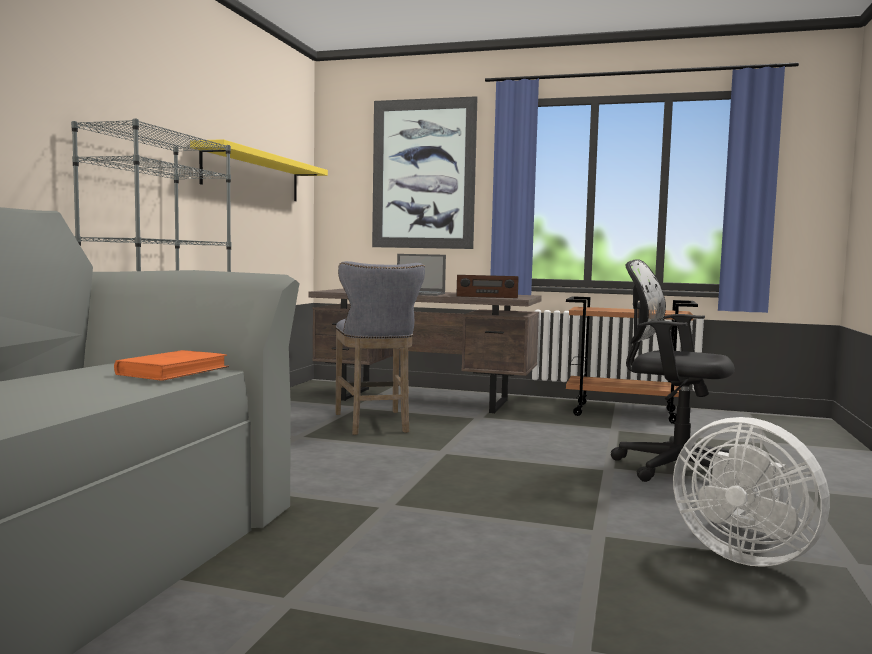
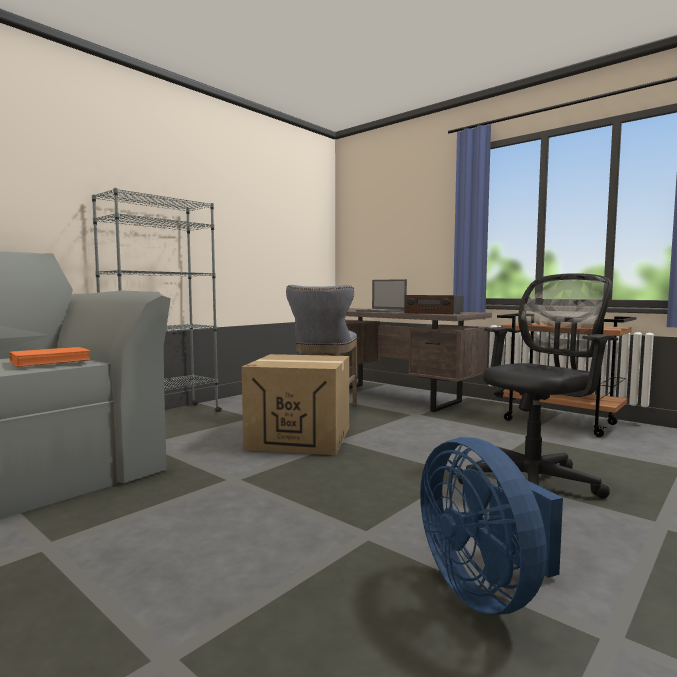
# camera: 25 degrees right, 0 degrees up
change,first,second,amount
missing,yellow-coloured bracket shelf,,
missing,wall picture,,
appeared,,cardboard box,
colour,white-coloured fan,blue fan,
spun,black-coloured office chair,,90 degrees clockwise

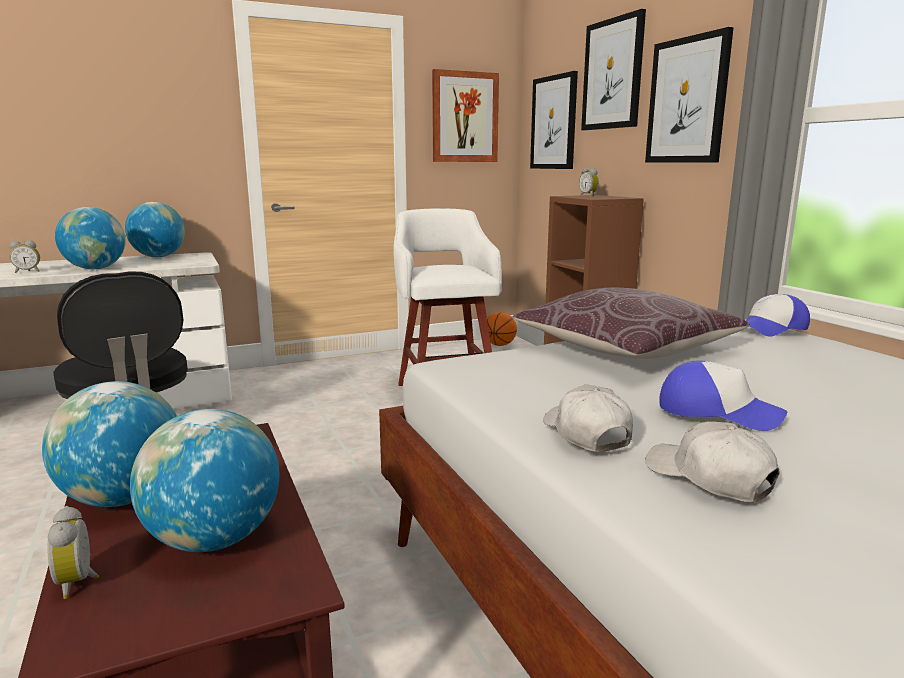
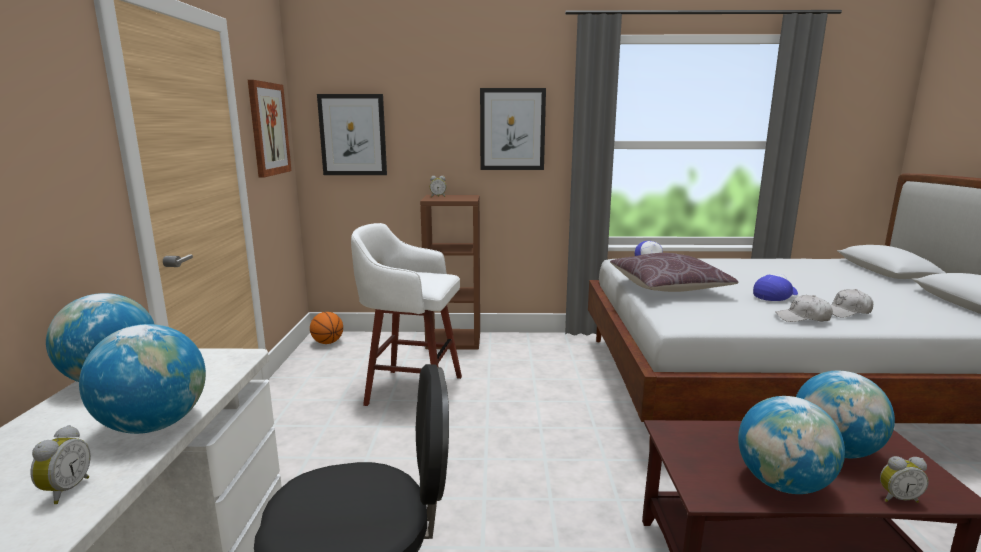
# camera: 65 degrees left, 0 degrees up
change,first,second,amount
missing,wall picture (no. 3 from left),,

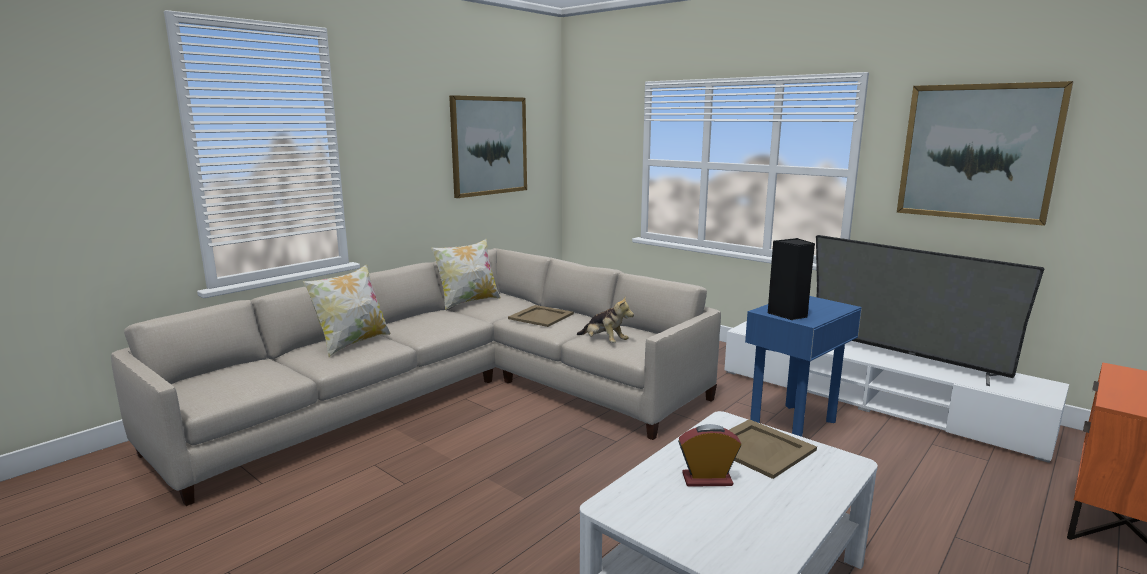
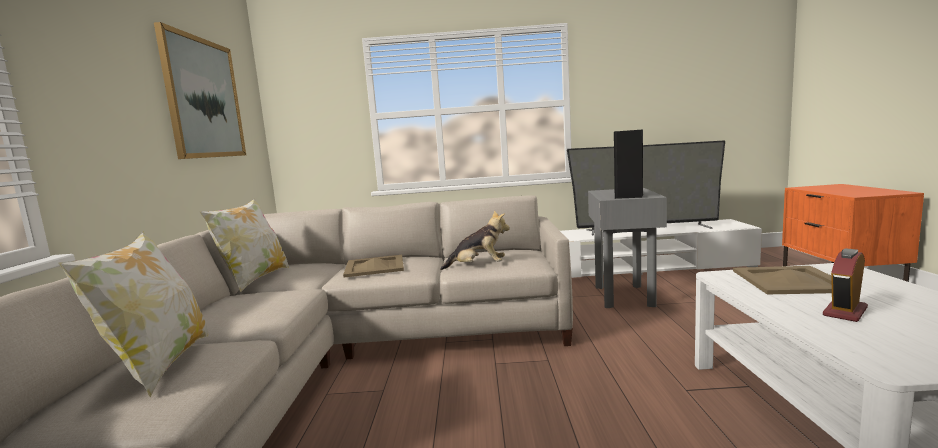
# camera: 40 degrees left, 5 degrees down
change,first,second,amount
missing,wall picture (no. 2 from left),,
colour,blue accent table,greyish accent table,

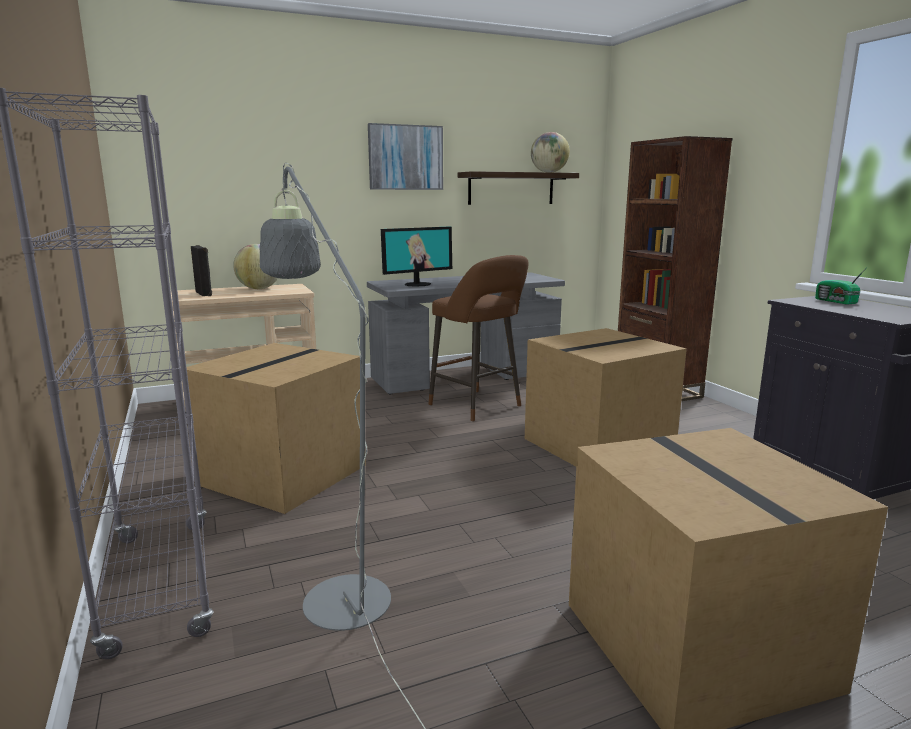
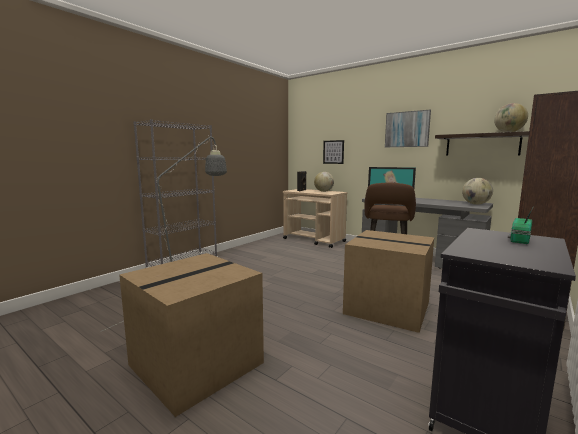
# camera: 60 degrees right, 5 degrees down
change,first,second,amount
missing,cardboard box (no. 1 from left),,
appeared,,wall picture (no. 1 from left),
appeared,,desk globe (no. 2 from left),

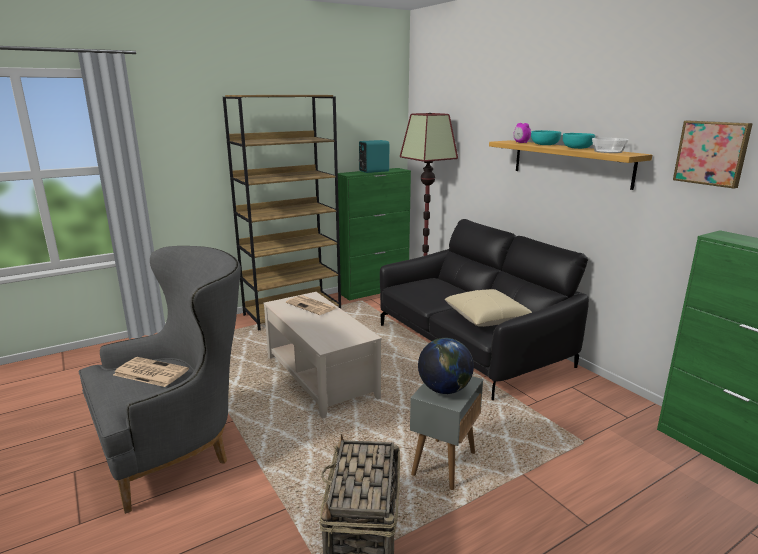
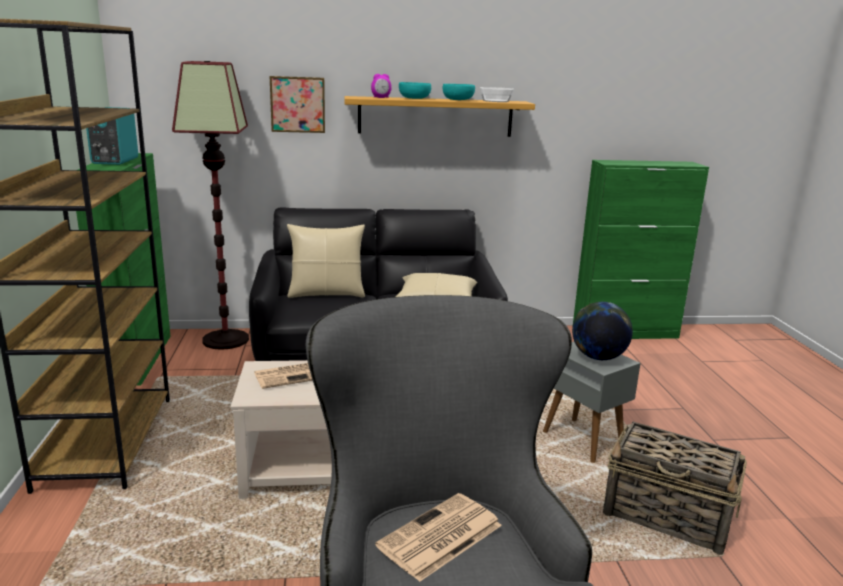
# camera: 65 degrees left, 0 degrees up
change,first,second,amount
appeared,,beige-coloured pillow (no. 1 from left),
relocated,wall picture,,

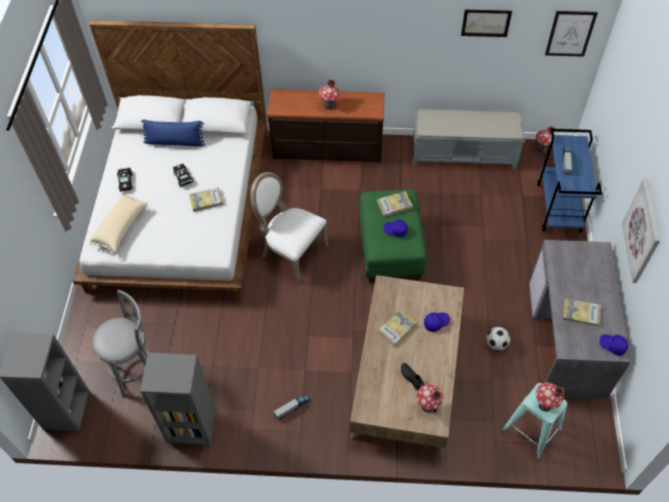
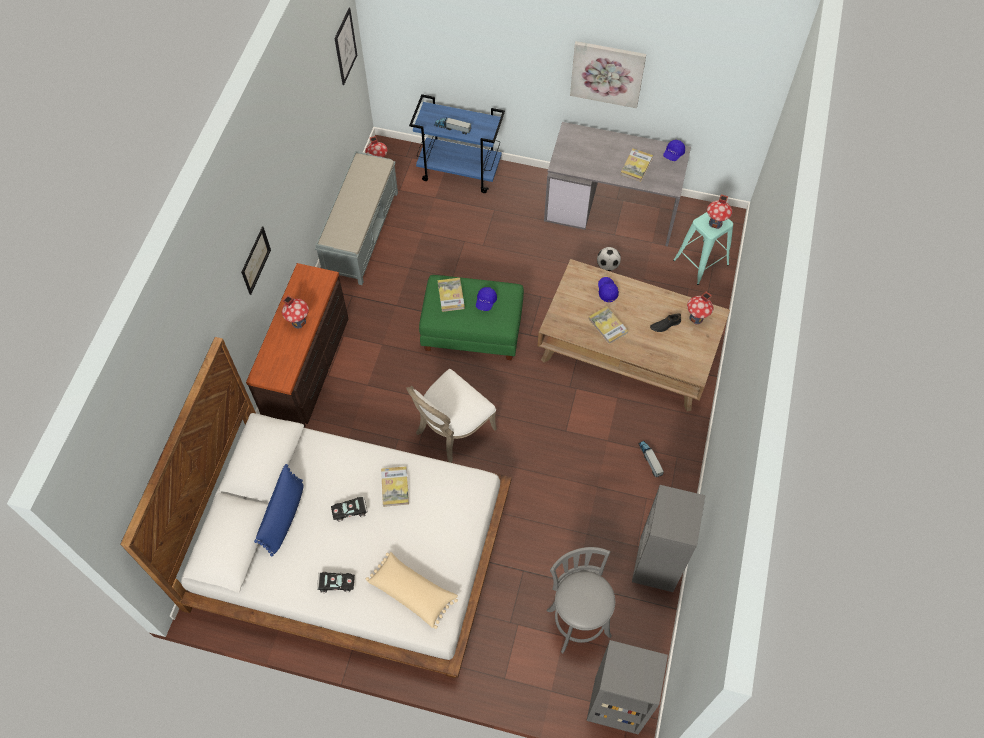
# camera: 80 degrees left, 5 degrees up
change,first,second,amount
relocated,wall picture (no. 1 from left),,

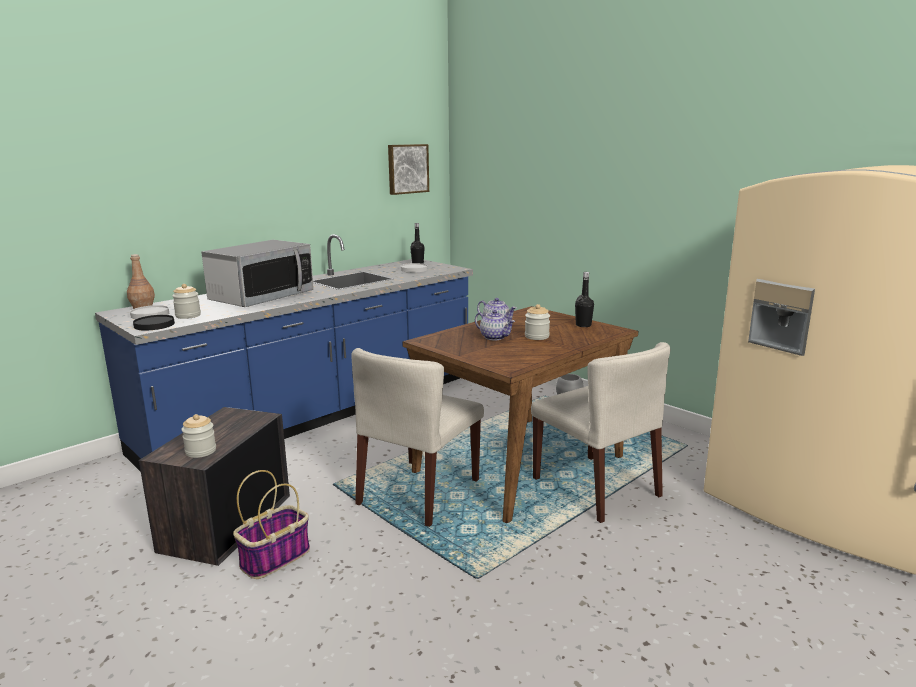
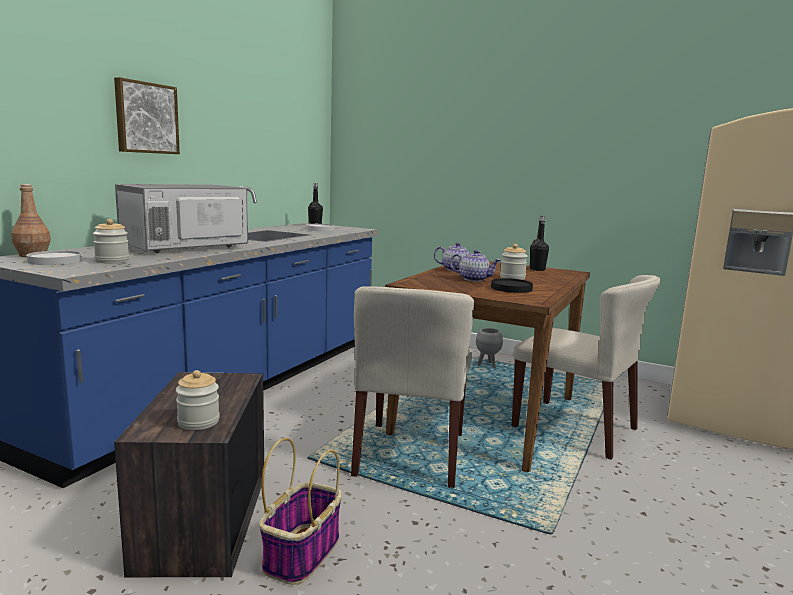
# camera: 20 degrees left, 5 degrees down
change,first,second,amount
relocated,black-coloured dinner plate,,
relocated,wall picture,,
spun,microwave,,150 degrees counterclockwise

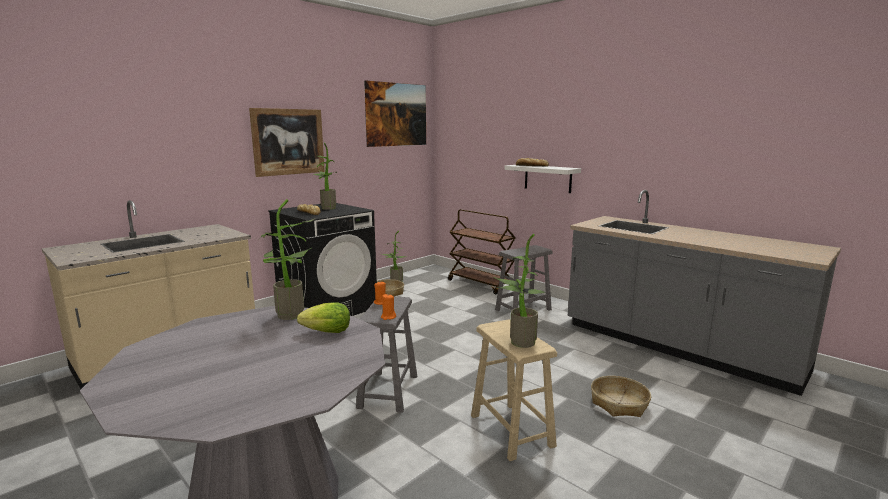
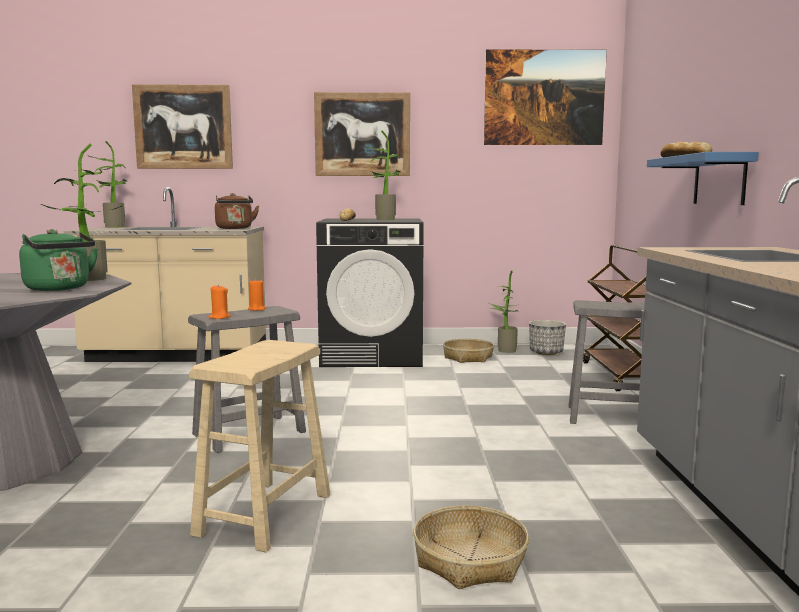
# camera: 45 degrees right, 5 degrees down
change,first,second,amount
appeared,,wall picture (no. 1 from left),
appeared,,brown kettle,
appeared,,flower pot,
relocated,plant in a pot (no. 4 from left in the first image),plant in a pot (no. 2 from left),
exchanged,lettuce,green-coloured kettle,
colour,white-coloured bracket shelf,blue bracket shelf,

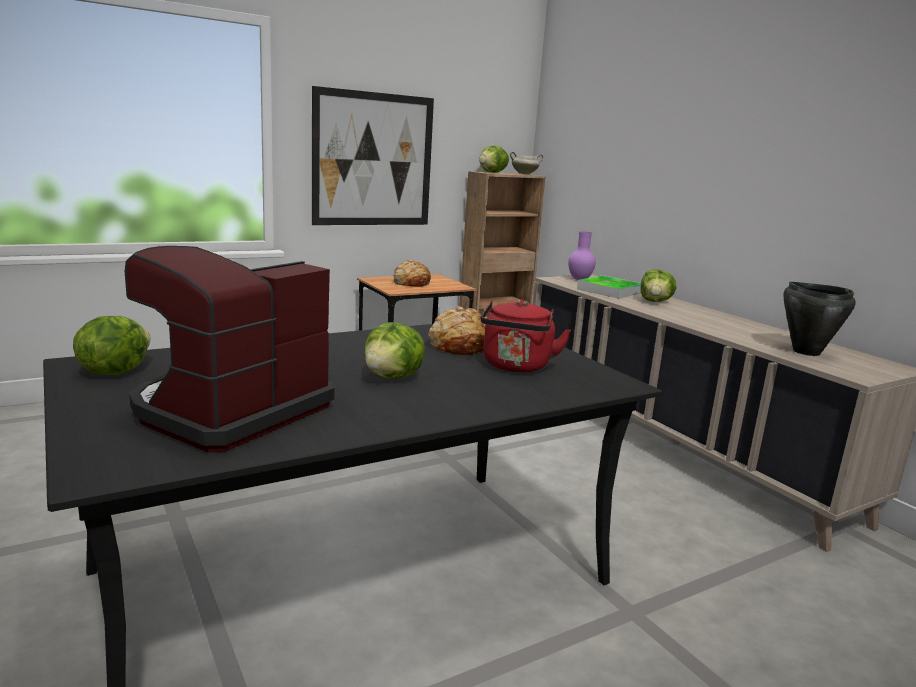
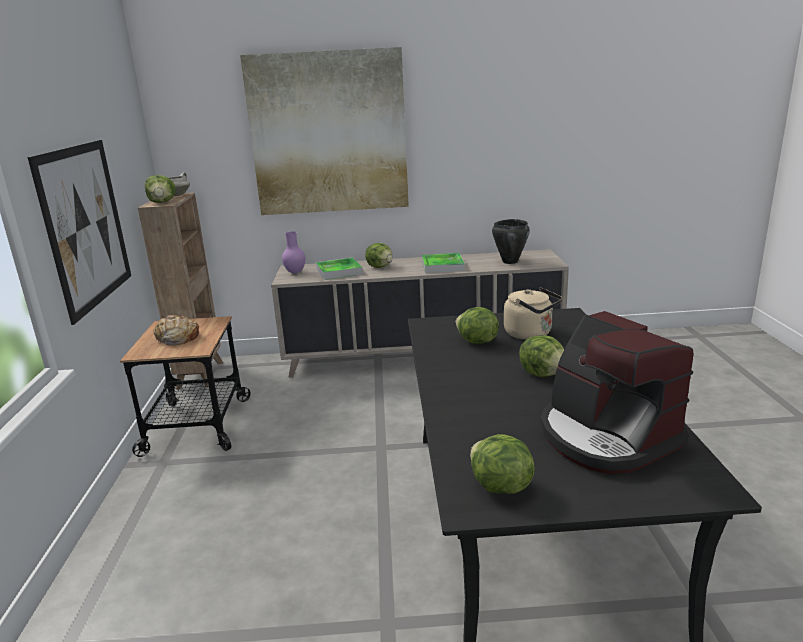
# camera: 60 degrees left, 5 degrees up
change,first,second,amount
appeared,,wall picture (no. 2 from left),
appeared,,tray (no. 2 from left),
exchanged,bread (no. 2 from left),lettuce (no. 3 from left),
colour,reddish kettle,beige-coloured kettle,

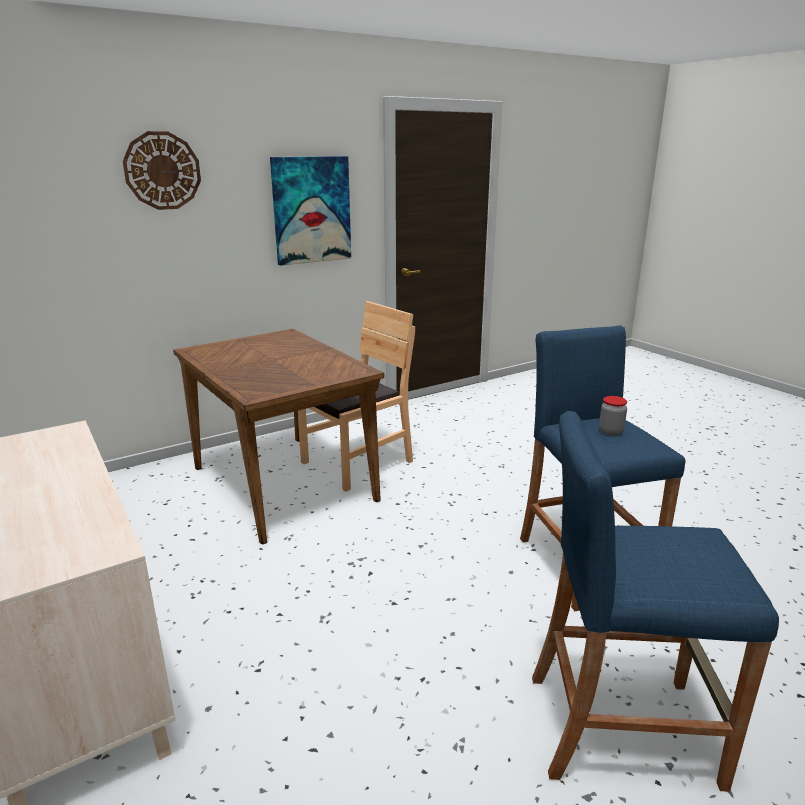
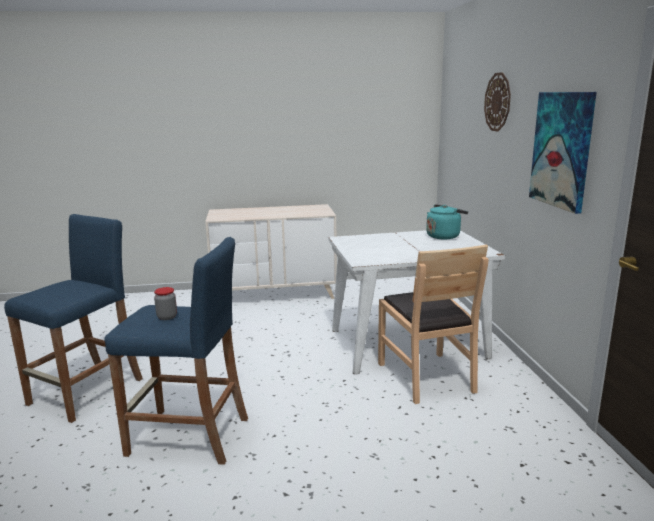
# camera: 115 degrees right, 5 degrees down
change,first,second,amount
appeared,,turquoise-coloured kettle,
colour,brown dining table,white-coloured dining table,

